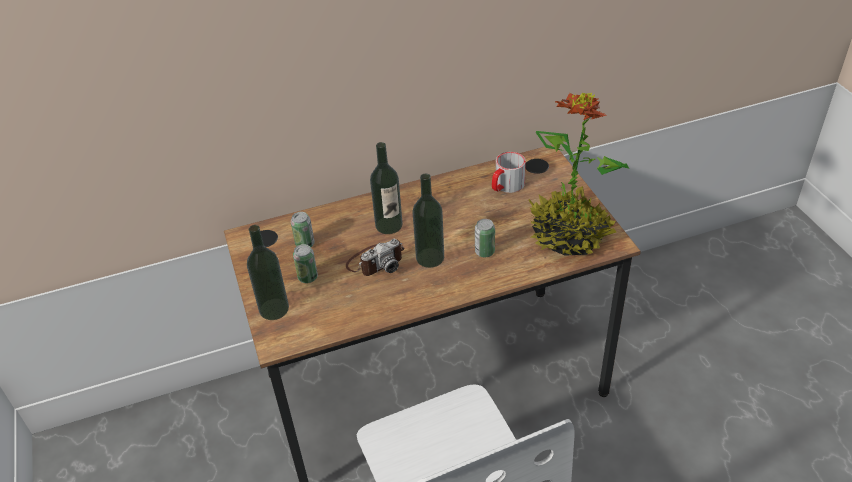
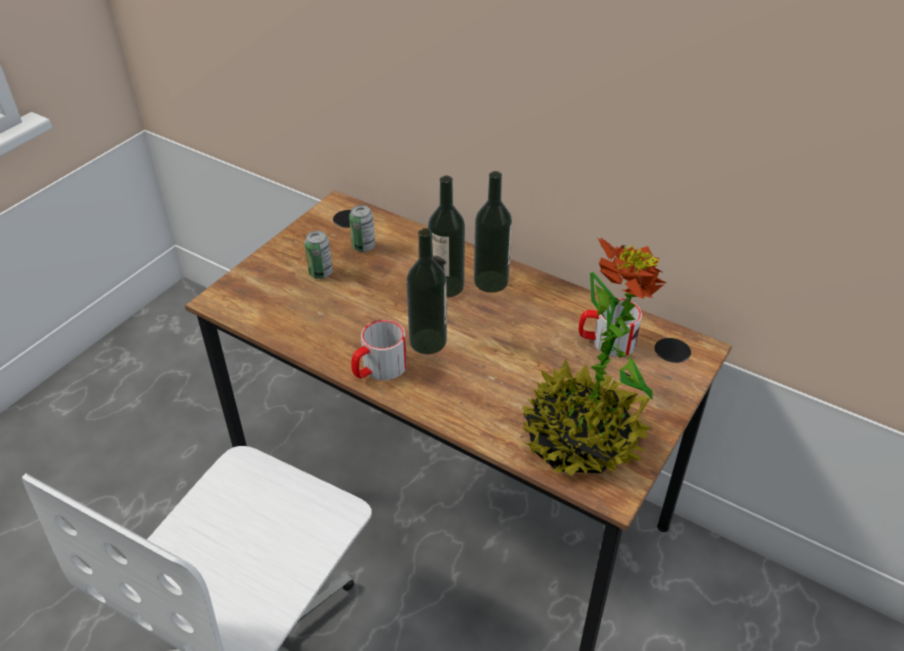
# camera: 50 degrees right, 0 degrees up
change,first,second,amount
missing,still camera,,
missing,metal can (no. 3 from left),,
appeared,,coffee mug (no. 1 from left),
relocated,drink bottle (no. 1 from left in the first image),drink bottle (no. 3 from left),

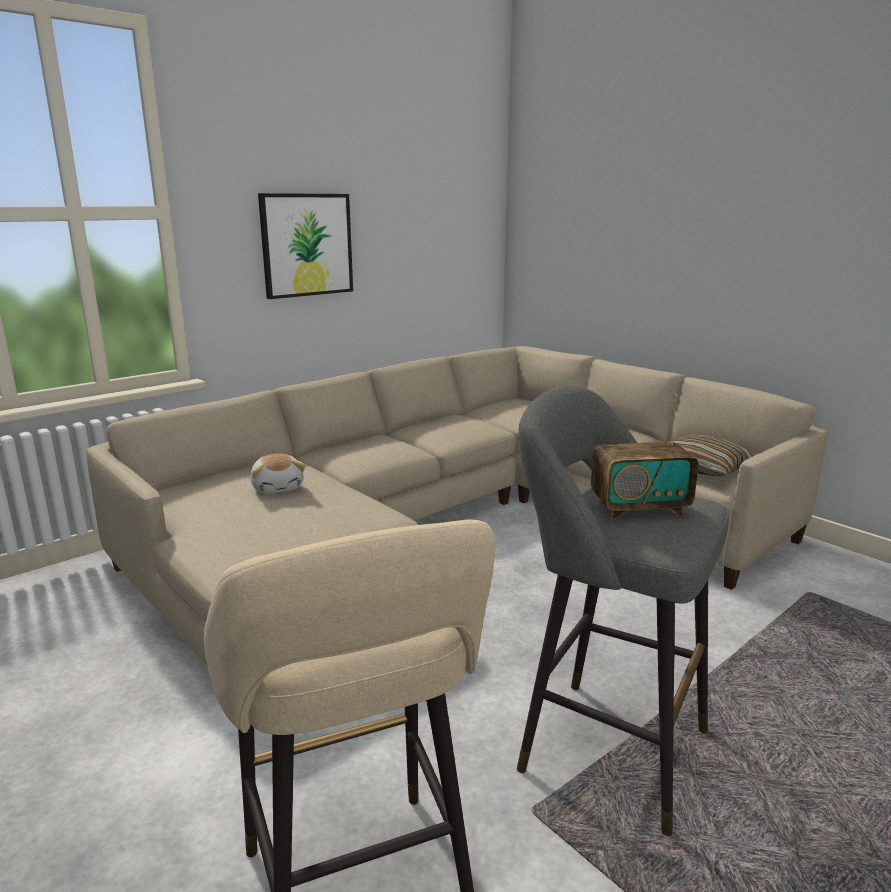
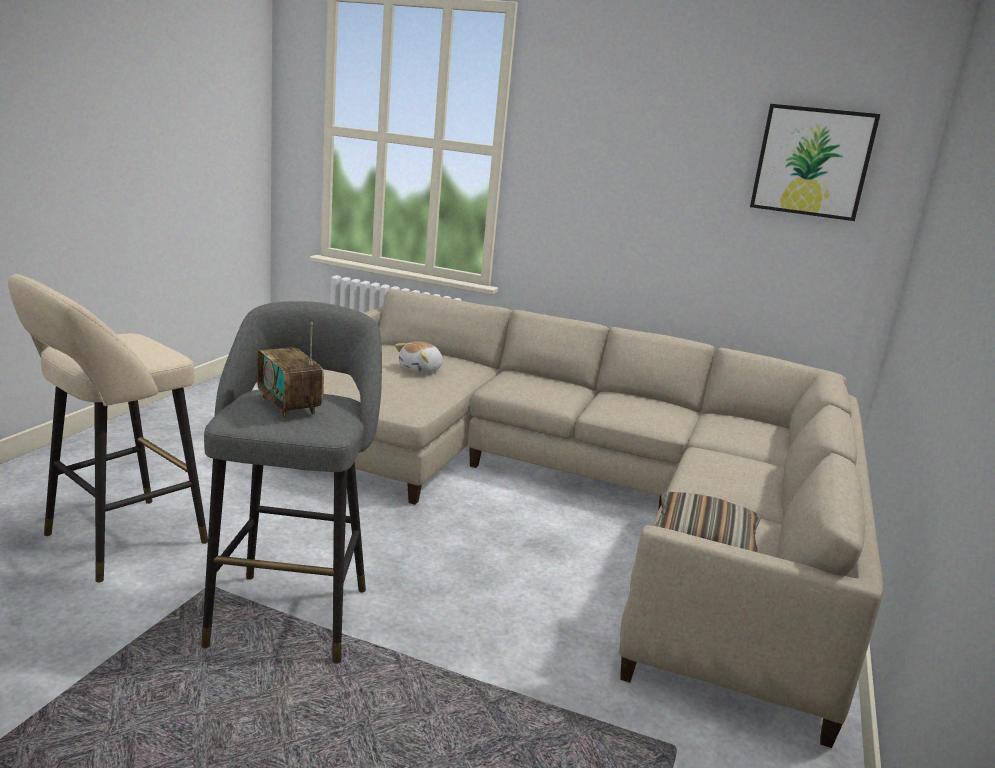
# camera: 60 degrees right, 0 degrees up
change,first,second,amount
relocated,wall picture,,

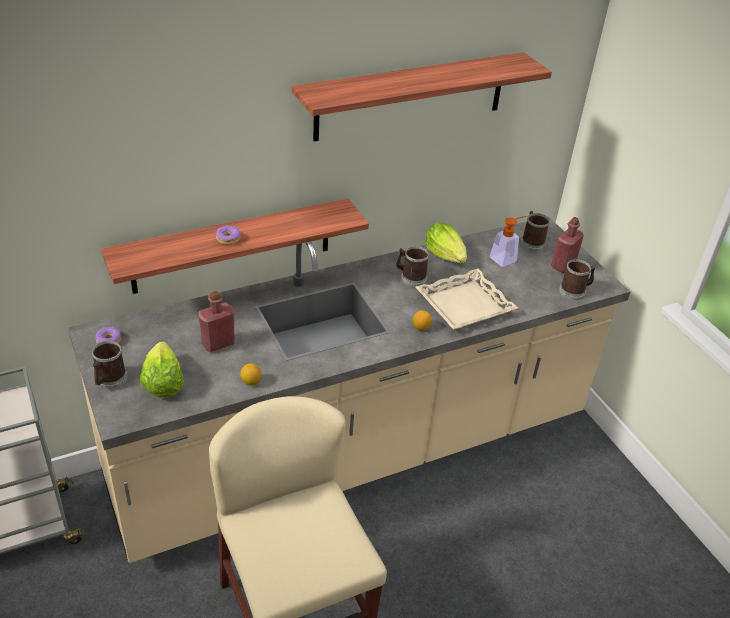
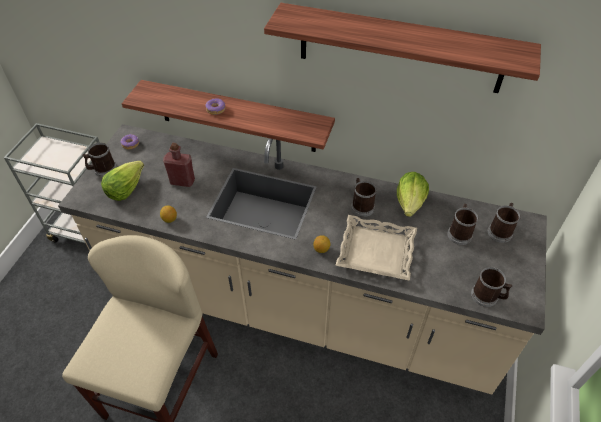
# camera: 45 degrees right, 10 degrees up
change,first,second,amount
missing,reddish drink bottle (no. 2 from left),,
exchanged,soap dispenser,coffee mug (no. 3 from left),

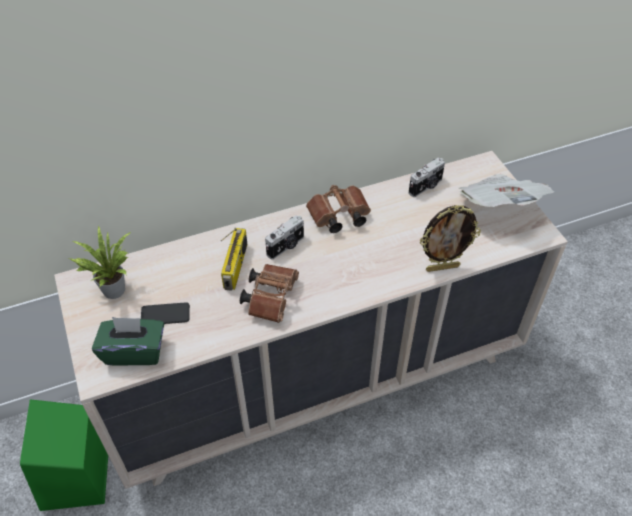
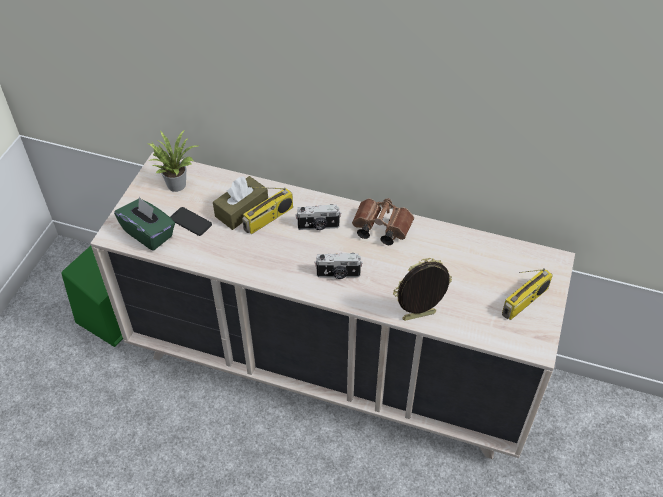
# camera: 40 degrees right, 0 degrees up
change,first,second,amount
missing,brown field glasses (no. 1 from left),,
appeared,,brown tissue box,
relocated,still camera (no. 2 from left),,
exchanged,printed paper,radio set (no. 2 from left),
spun,photo frame,,135 degrees clockwise

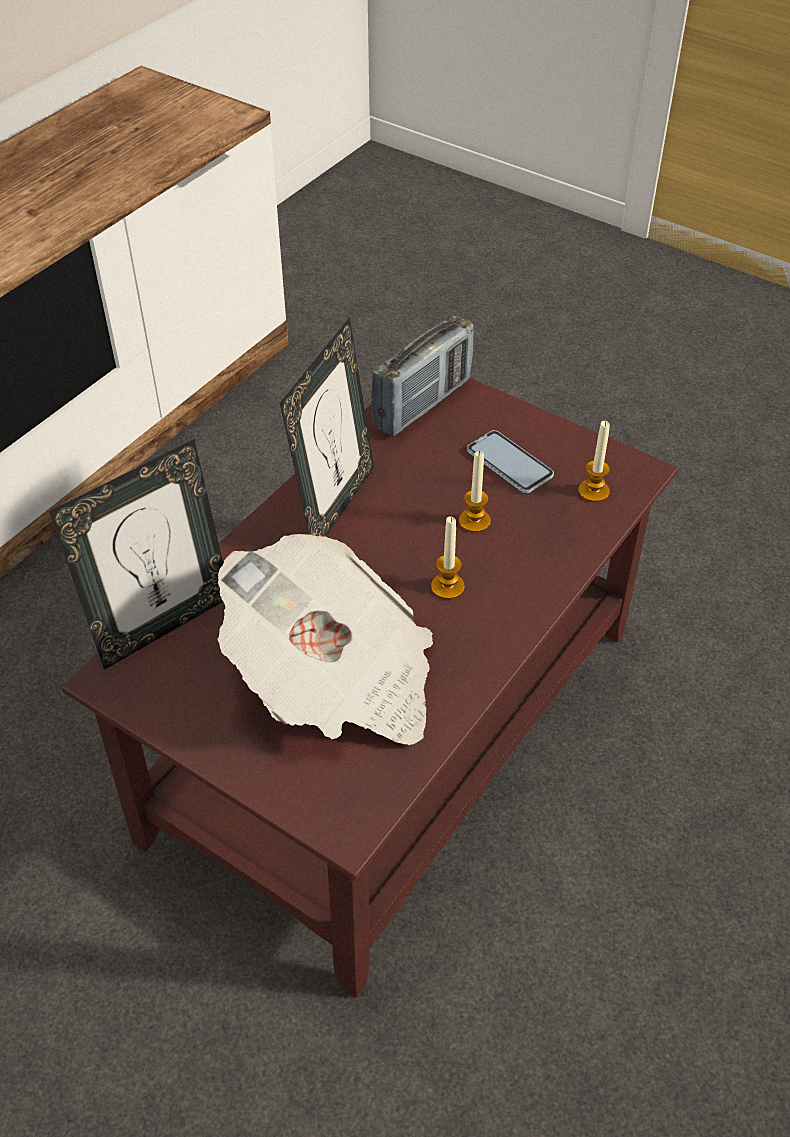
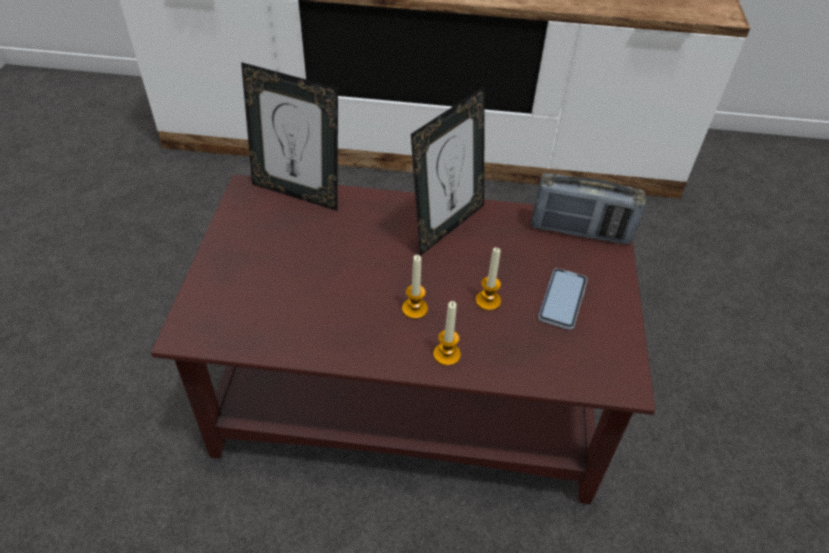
# camera: 60 degrees right, 0 degrees up
change,first,second,amount
missing,printed paper,,
relocated,wax light (no. 3 from left in the first image),wax light (no. 2 from left),
spun,photo frame (no. 2 from left),,45 degrees counterclockwise

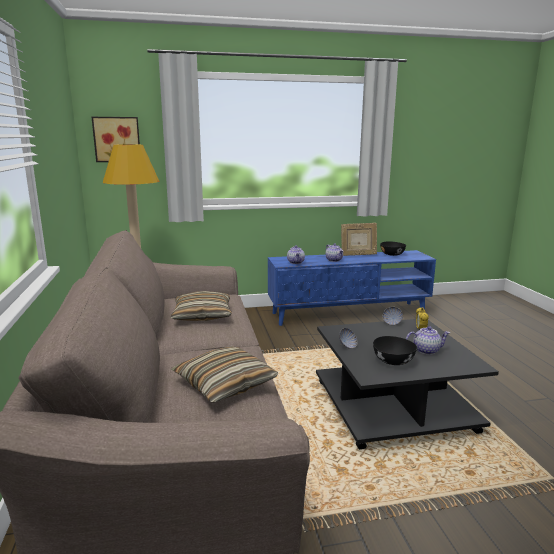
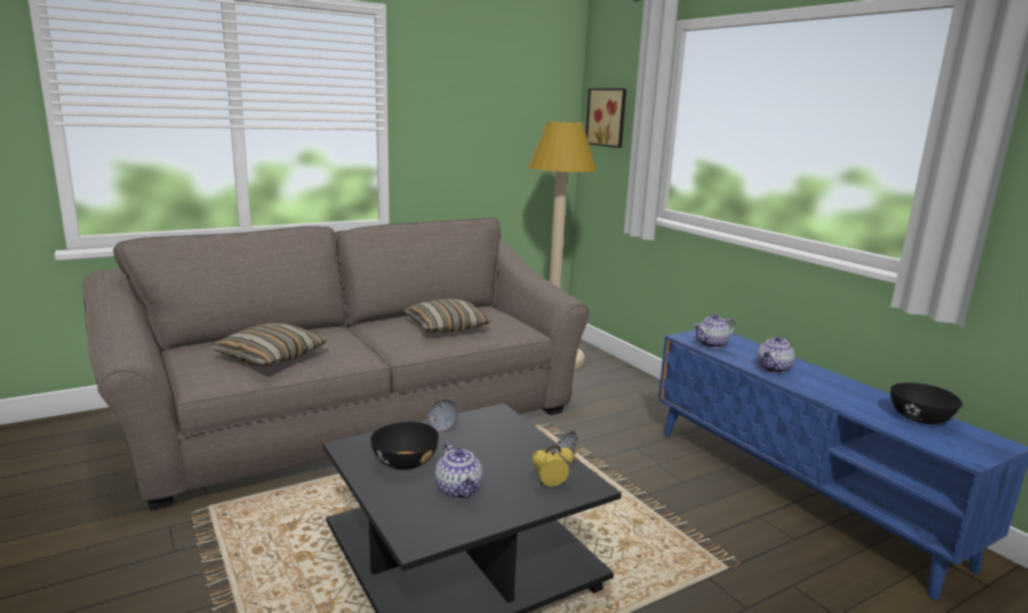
# camera: 70 degrees right, 0 degrees up
change,first,second,amount
missing,photo frame,,

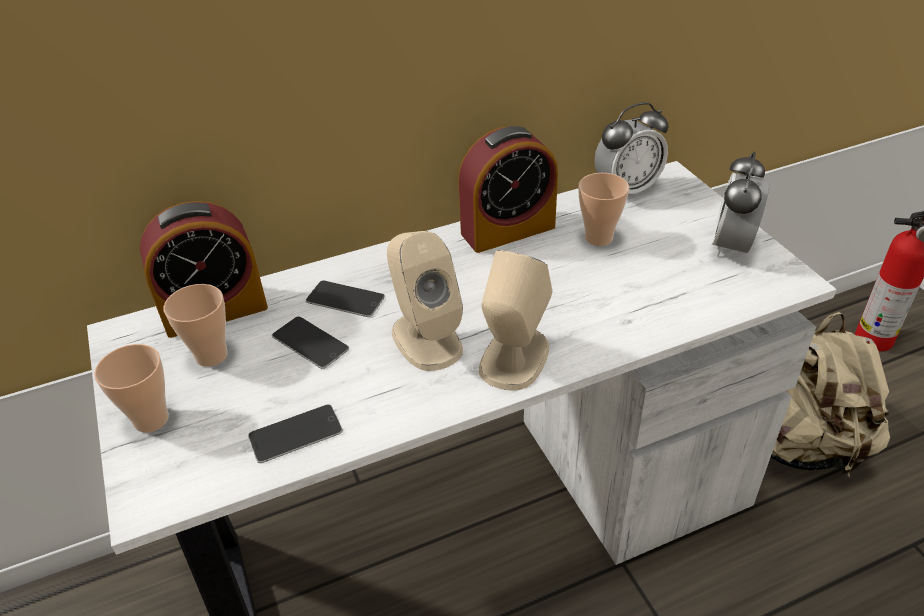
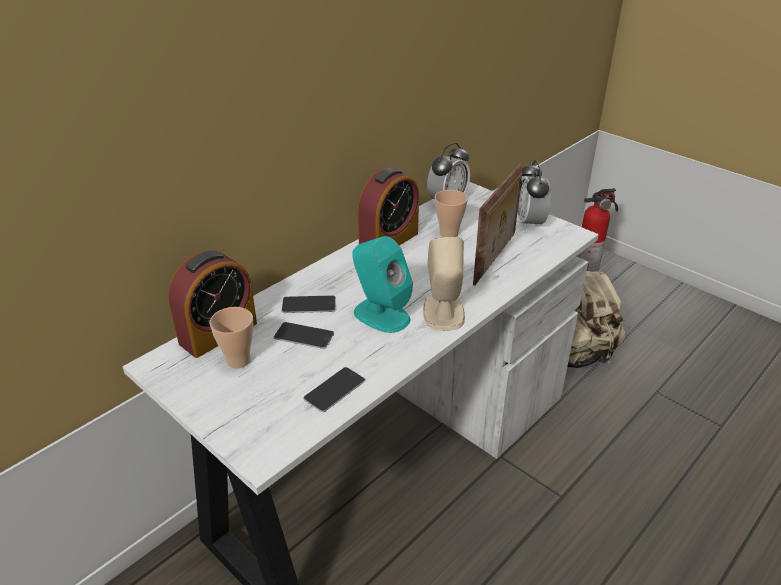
# camera: 25 degrees left, 5 degrees down
change,first,second,amount
missing,cup (no. 1 from left),,
appeared,,photo frame,
colour,beige-coloured audio speaker (no. 1 from left),turquoise-coloured audio speaker,

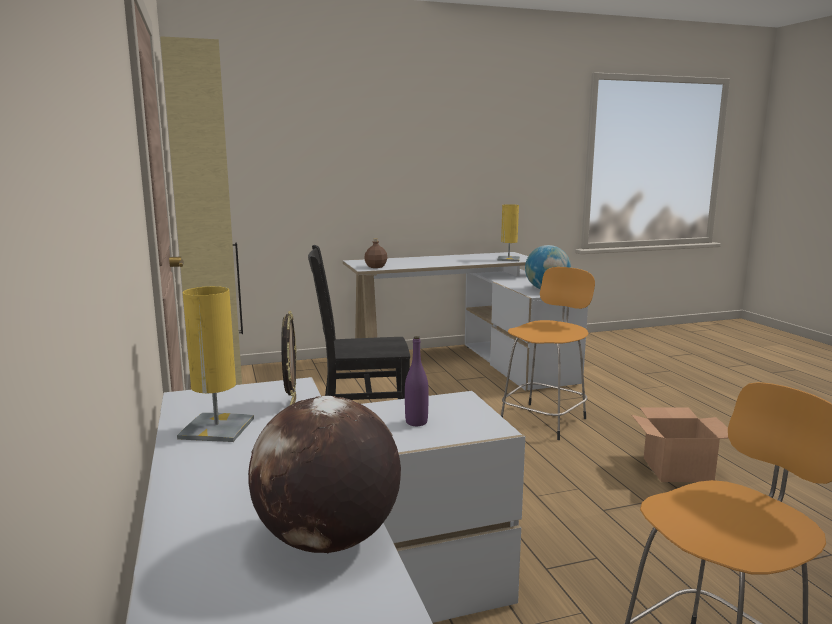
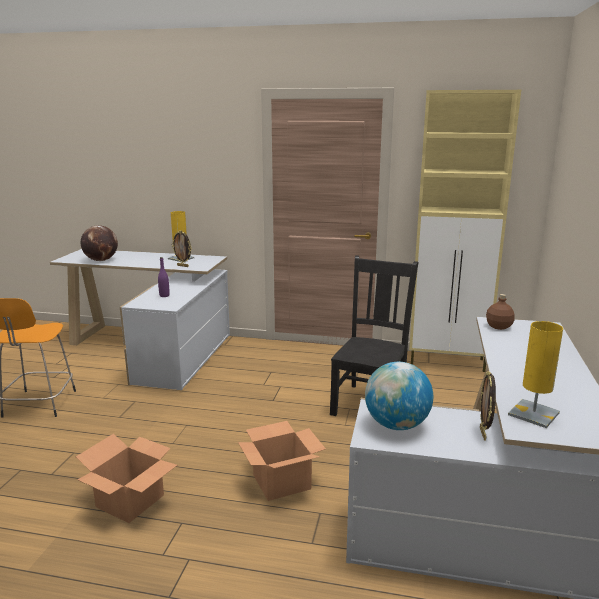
# camera: 120 degrees right, 5 degrees up
change,first,second,amount
appeared,,photo frame (no. 2 from left),
exchanged,orange sitting stool (no. 1 from left),cardboard box (no. 2 from left),

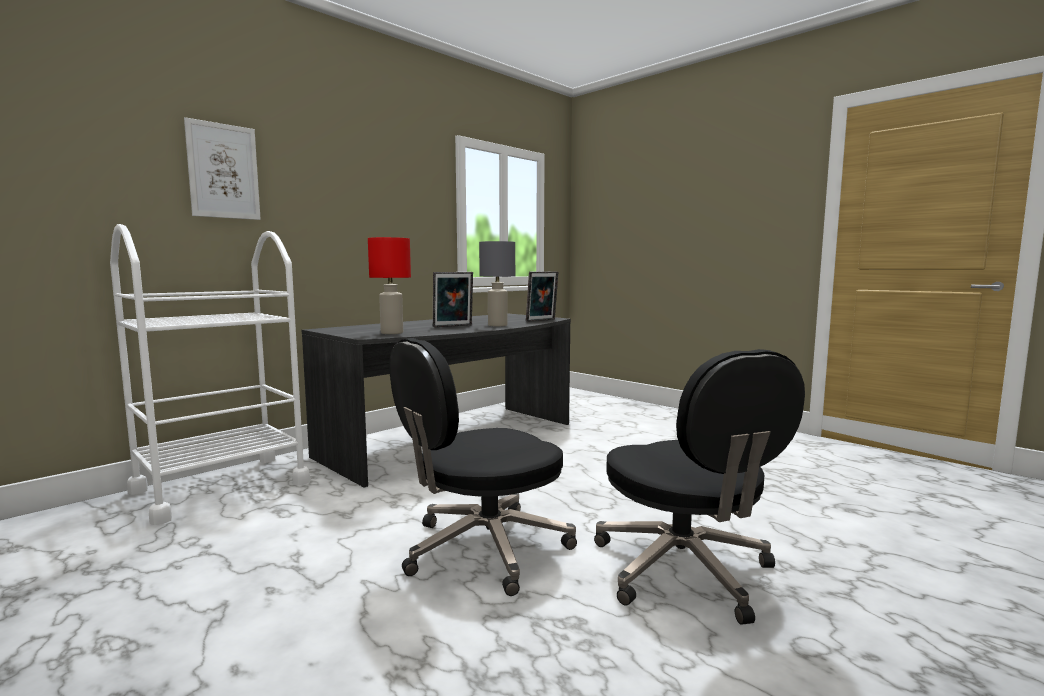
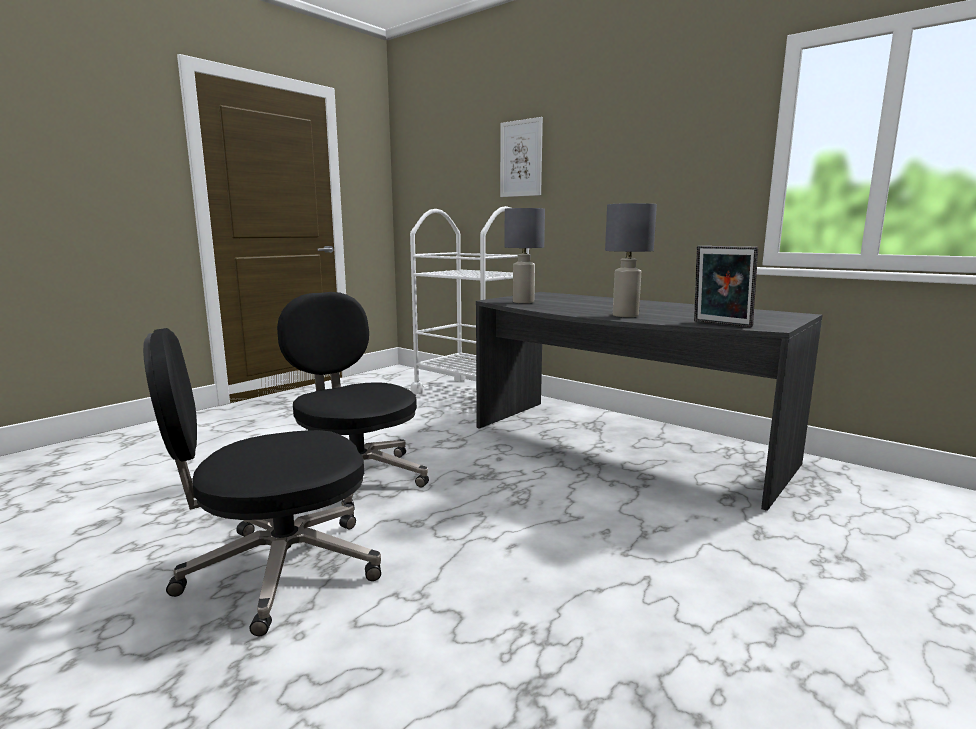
# camera: 85 degrees right, 5 degrees up
change,first,second,amount
missing,photo frame (no. 1 from left),,
colour,reddish table lamp,greyish table lamp (no. 1 from left),

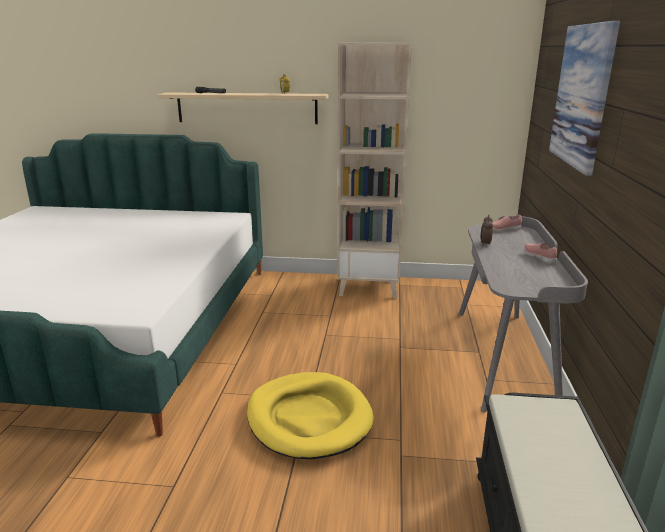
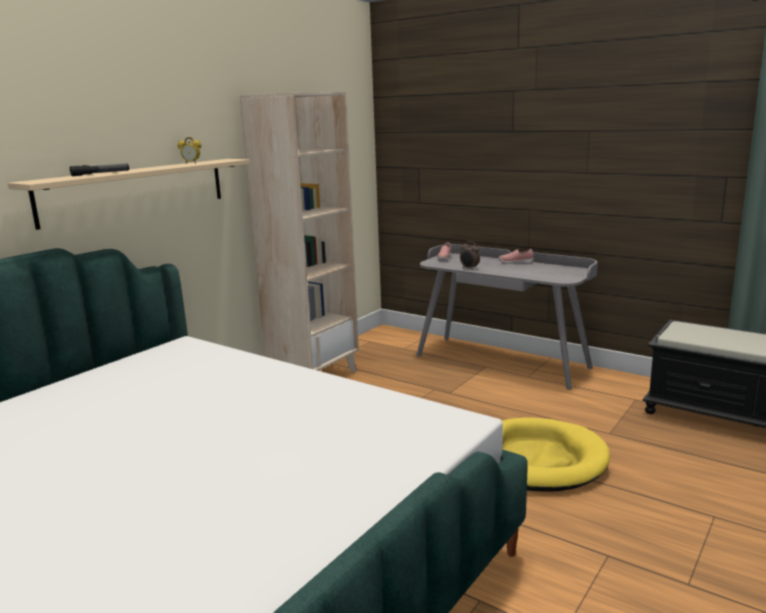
# camera: 60 degrees left, 5 degrees down
change,first,second,amount
missing,wall picture,,

